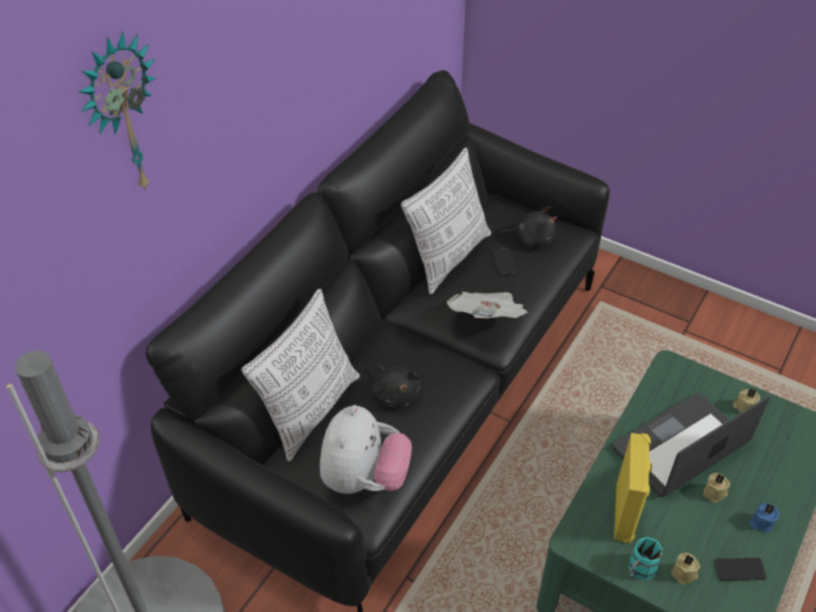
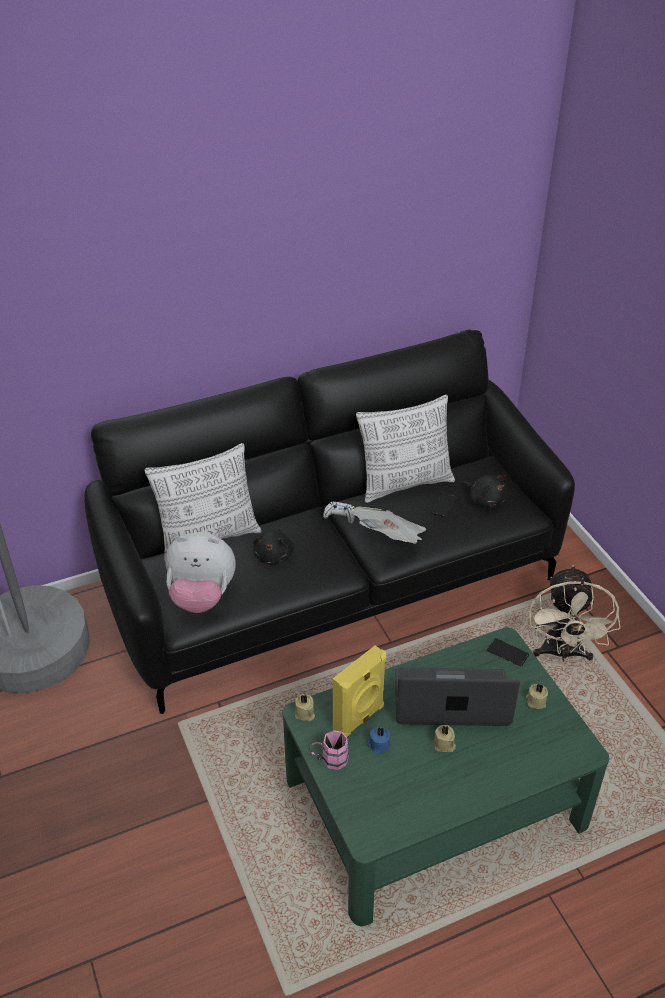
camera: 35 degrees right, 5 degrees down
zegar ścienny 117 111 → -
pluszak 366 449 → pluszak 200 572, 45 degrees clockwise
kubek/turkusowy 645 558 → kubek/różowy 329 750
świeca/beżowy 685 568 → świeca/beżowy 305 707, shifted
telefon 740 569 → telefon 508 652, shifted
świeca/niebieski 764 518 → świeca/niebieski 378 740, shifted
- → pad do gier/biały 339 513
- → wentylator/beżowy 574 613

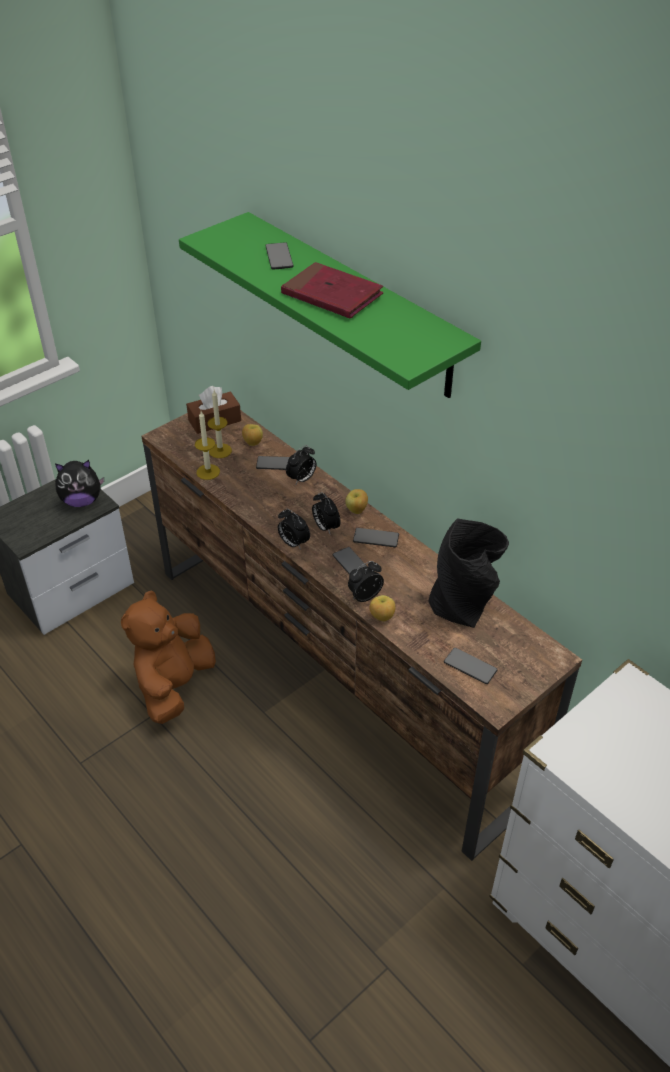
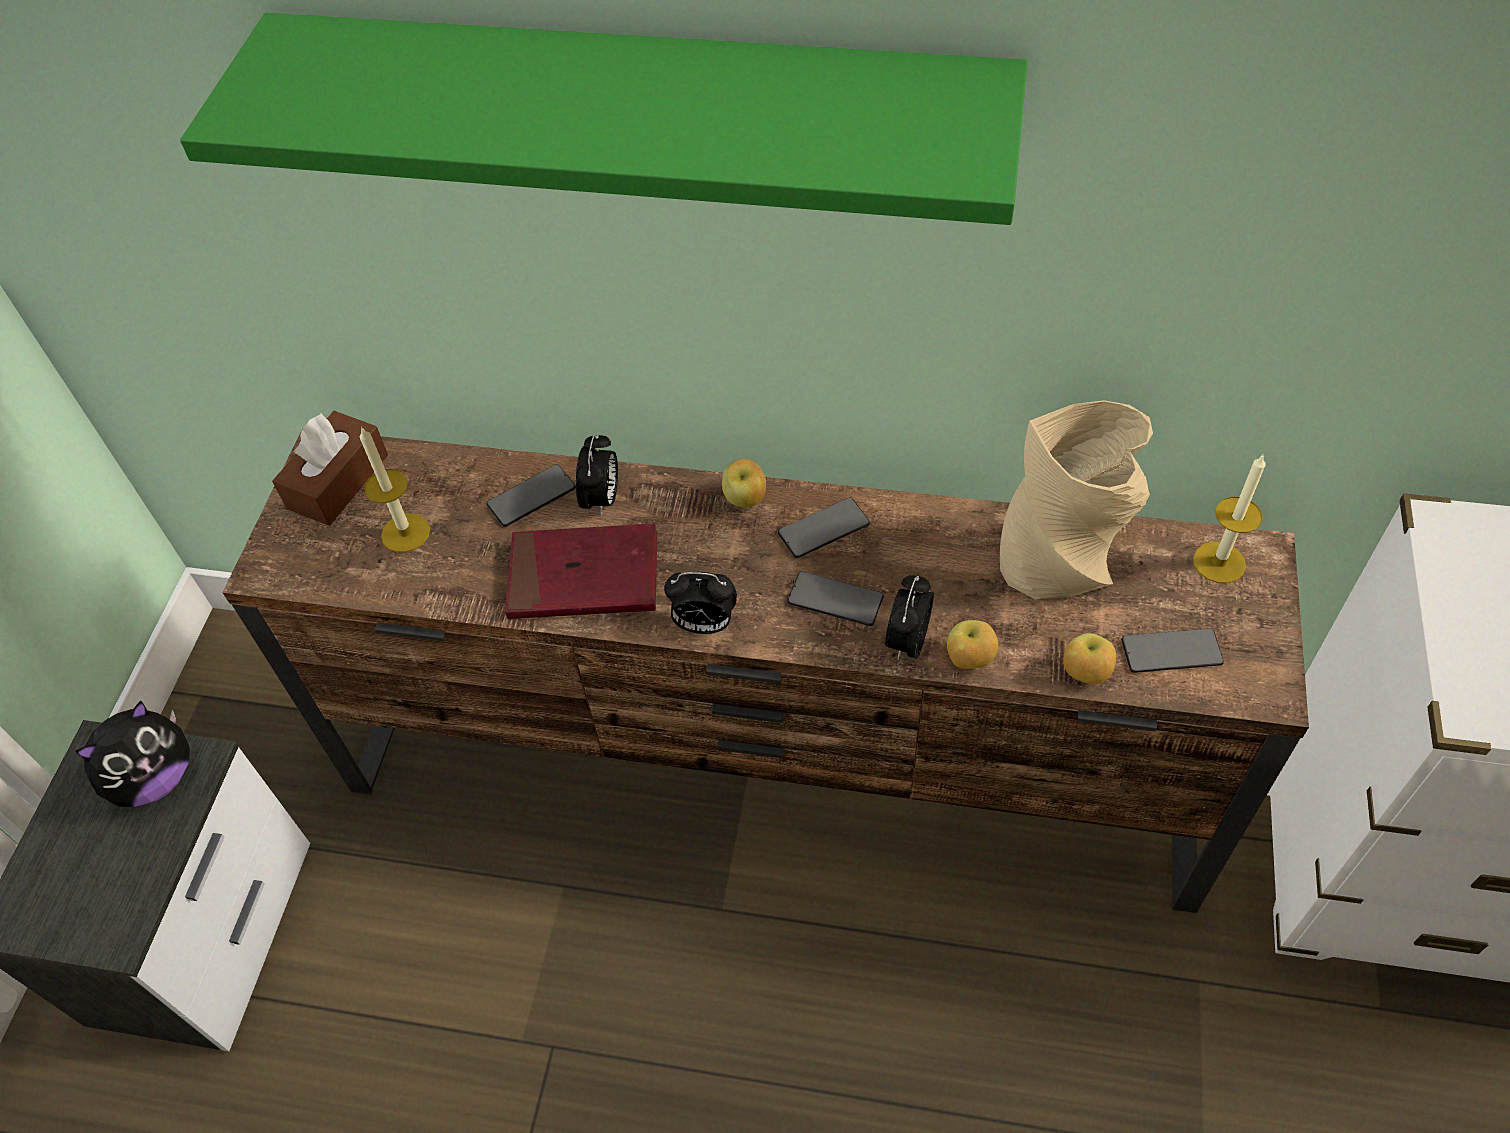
camera: 35 degrees left, 10 degrees up
pluszak/brązowy 168 657 → -
świeca 207 445 → świeca 1229 519, shifted
jabłko 252 435 → jabłko 1090 658, shifted
telefon 279 256 → -
książka/czerwony 332 290 → książka/czerwony 581 571, shifted
budzik 326 513 → -
wazon/czarny 468 573 → wazon/beżowy 1076 500

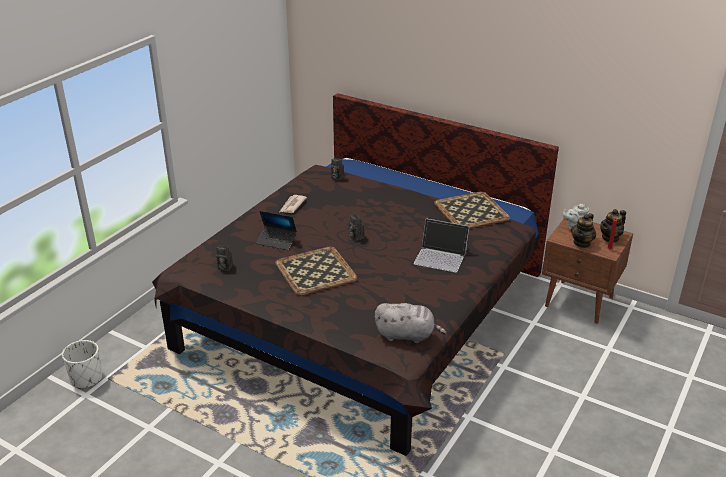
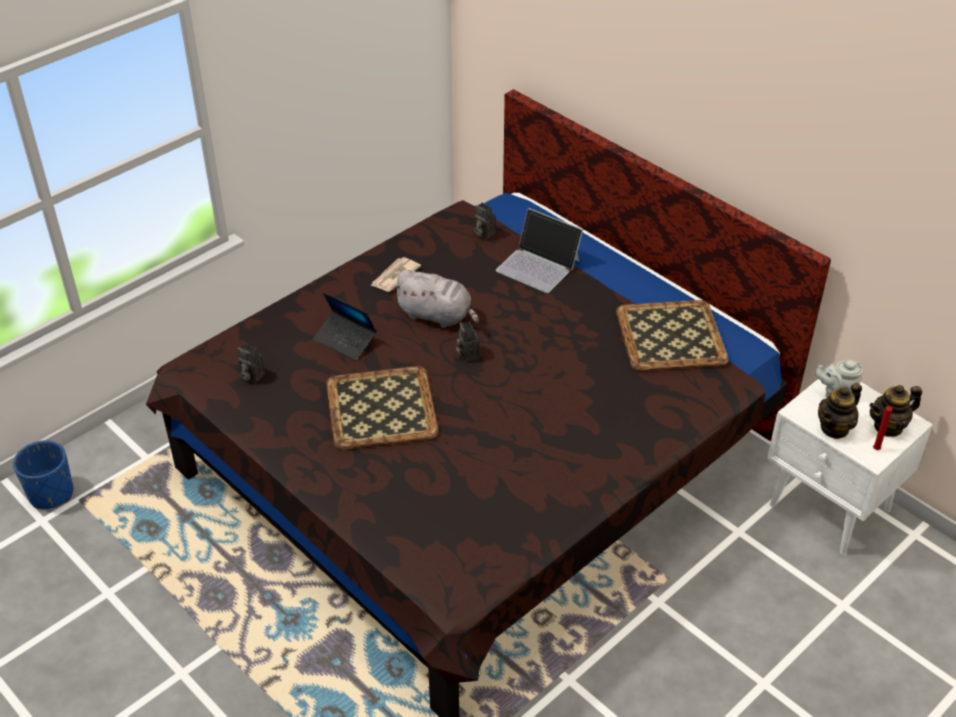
camera: 15 degrees right, 10 degrees up
donica/biały 82 364 → donica/niebieski 43 474
pluszak/szary 411 323 → pluszak/szary 435 299, shifted
laptop 441 245 → laptop 539 250, shifted
szafka nocna/brązowy 587 271 → szafka nocna/biały 850 467

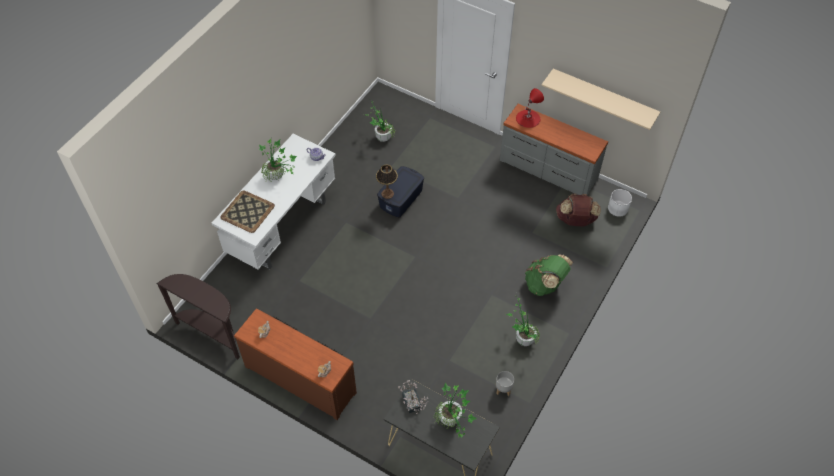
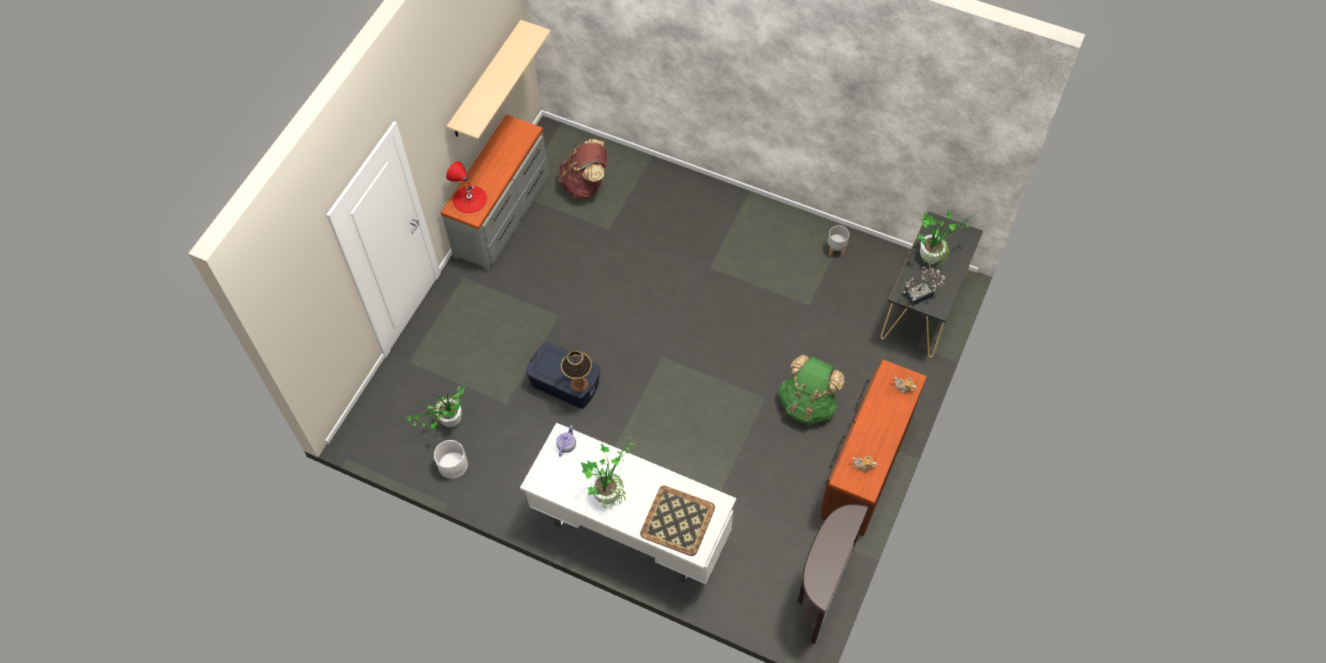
camera: 95 degrees left, 5 degrees up
roślina doniczkowa 523 320 → -
plecak/zielony 549 275 → plecak/zielony 811 390, shifted
donica/biały 620 203 → donica/biały 451 459, shifted

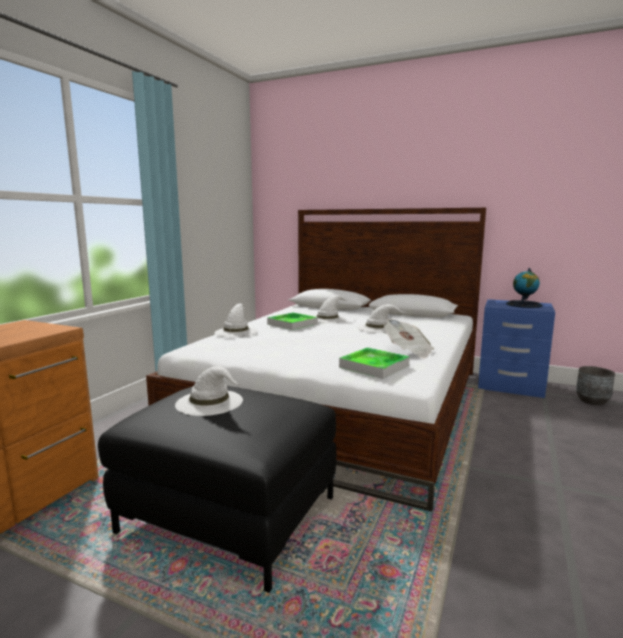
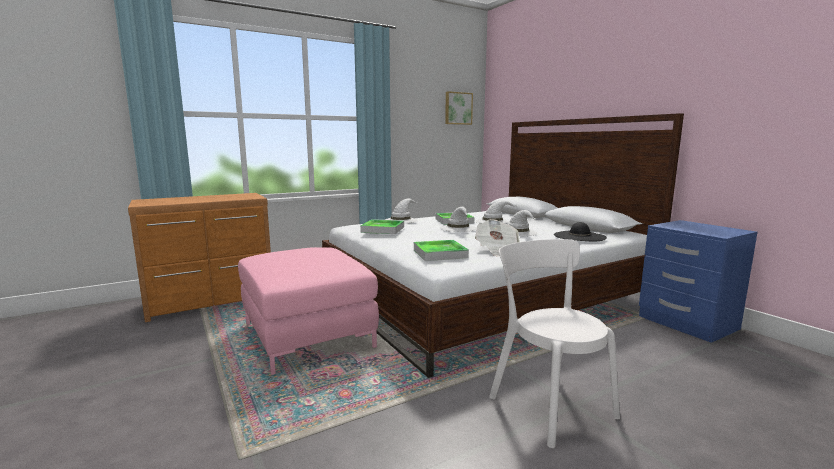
camera: 35 degrees right, 0 degrees up
pufa/czarny 217 489 → pufa/różowy 308 311
kapelusz/biały 209 391 → kapelusz/biały 458 219, shifted
globus 524 288 → -
donica/szary 595 385 → -
- → taca 382 226
- → obraz 459 108
- → krzesło/biały 554 343
- → kapelusz/czarny 580 231

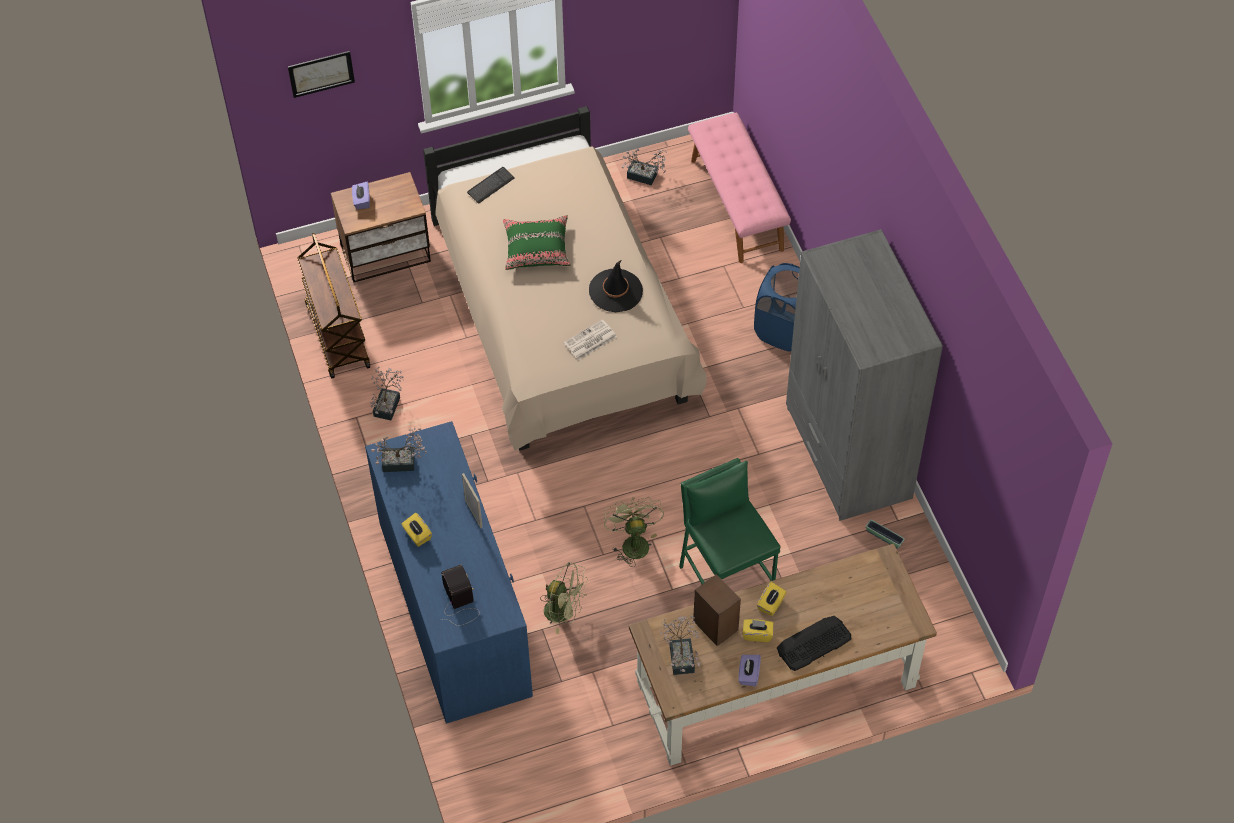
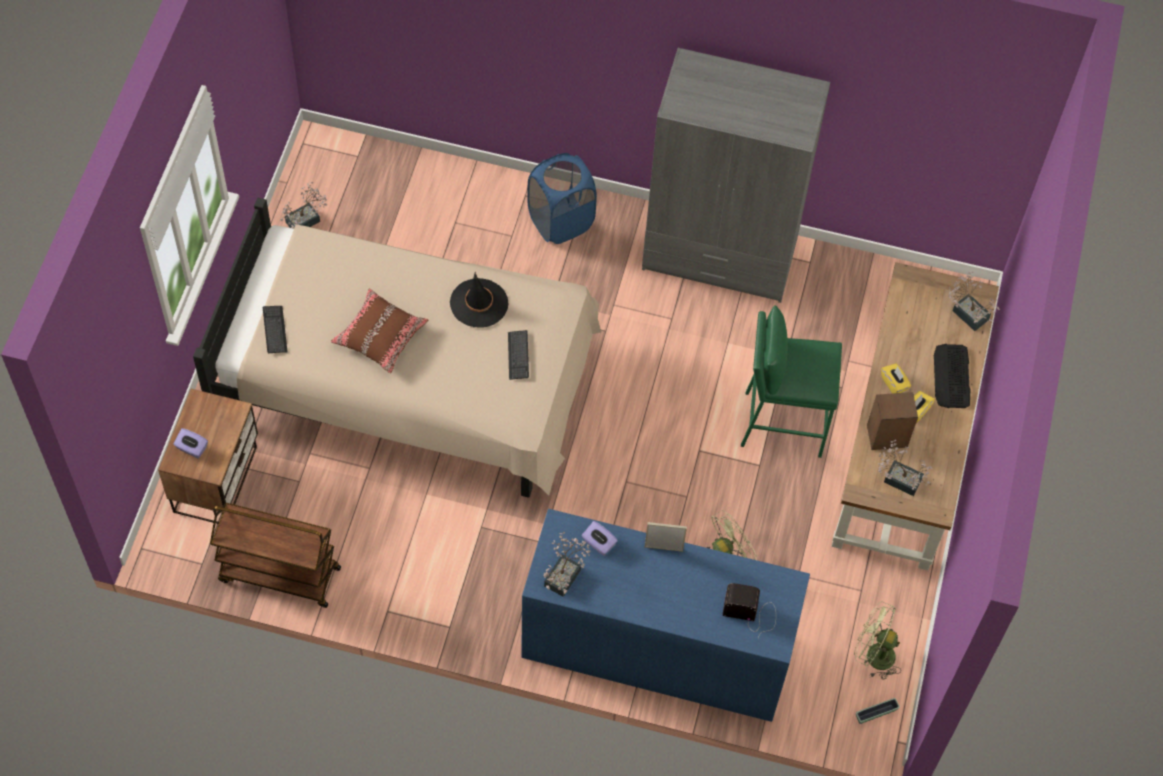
camera: 60 degrees left, 5 degrees up
obraz 321 74 → -
roślina doniczkowa 387 393 → roślina doniczkowa 974 301, shifted
pudełko chusteczek/żółty 417 530 → -
poduszka/zielony 537 242 → poduszka/brązowy 380 330
gazeta 590 340 → klawiatura 518 355
wentylator/zielony 634 532 → wentylator/zielony 877 641, shifted
ławka/różowy 739 187 → -
pudełko chusteczek/fioletowy 749 670 → pudełko chusteczek/fioletowy 600 538, shifted
donica 885 534 → donica 878 711, shifted

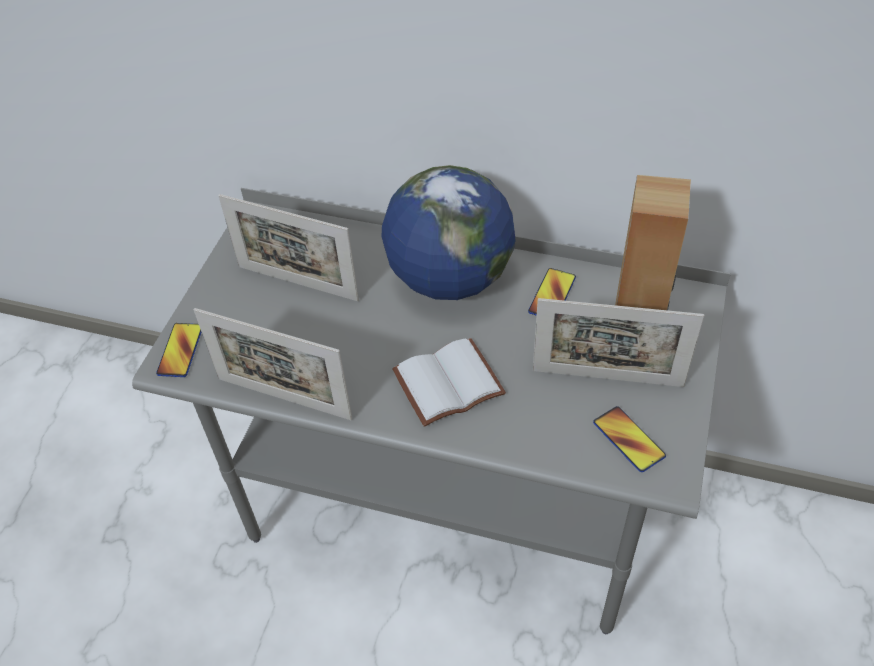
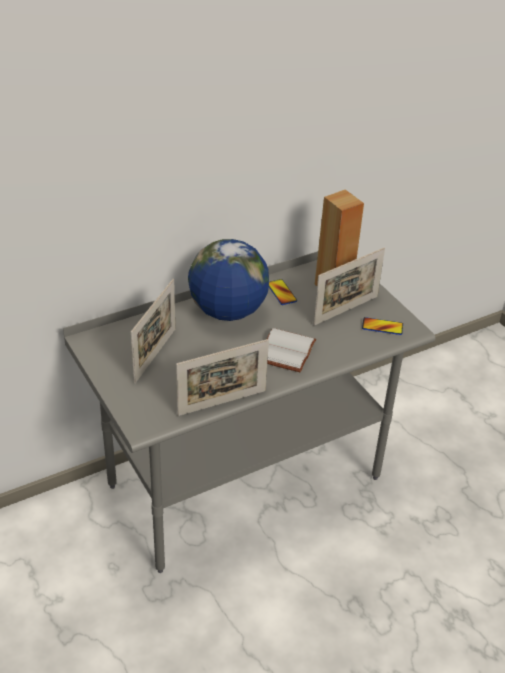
camera: 50 degrees left, 10 degrees down
telefon 178 350 → -
ramka na zdjęcie 288 247 → ramka na zdjęcie 153 331, 45 degrees counterclockwise

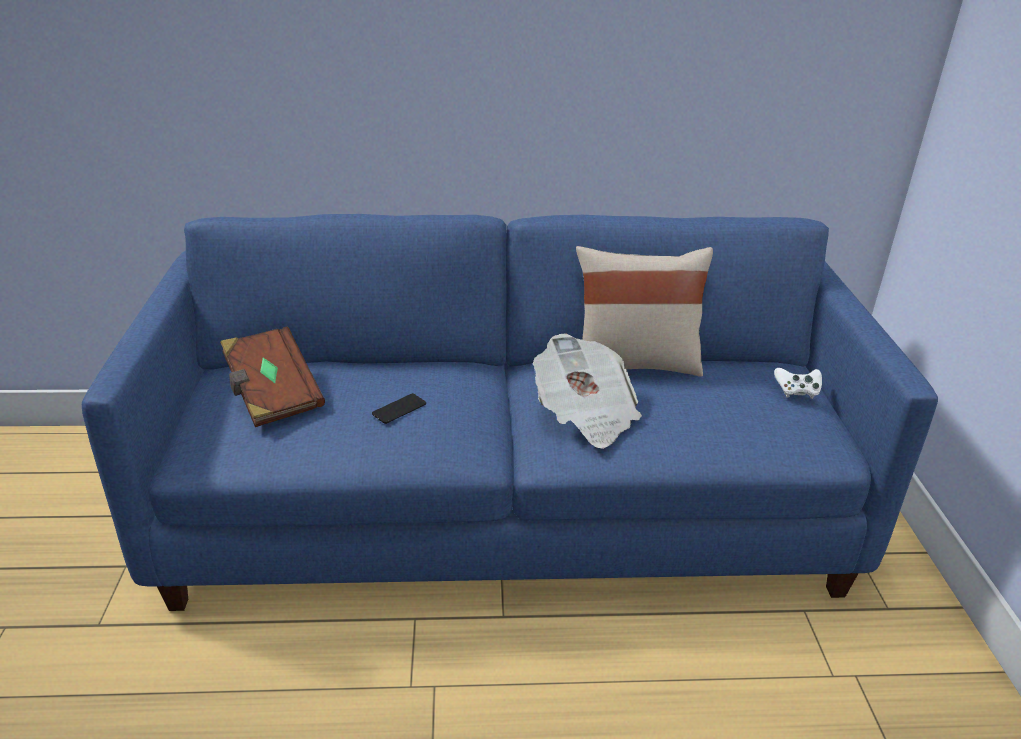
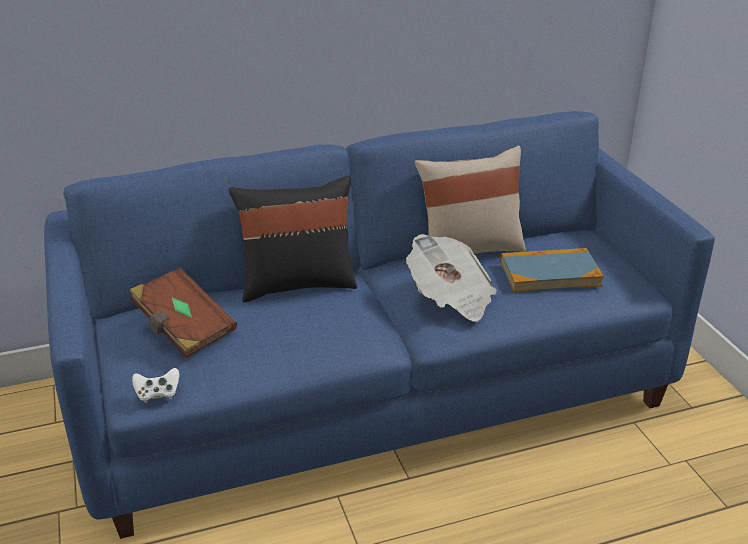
camera: 15 degrees left, 0 degrees up
telefon 399 408 → -
pad do gier/biały 798 383 → pad do gier/biały 155 385, shifted
- → poduszka/czarny 293 239
- → książka 552 270

